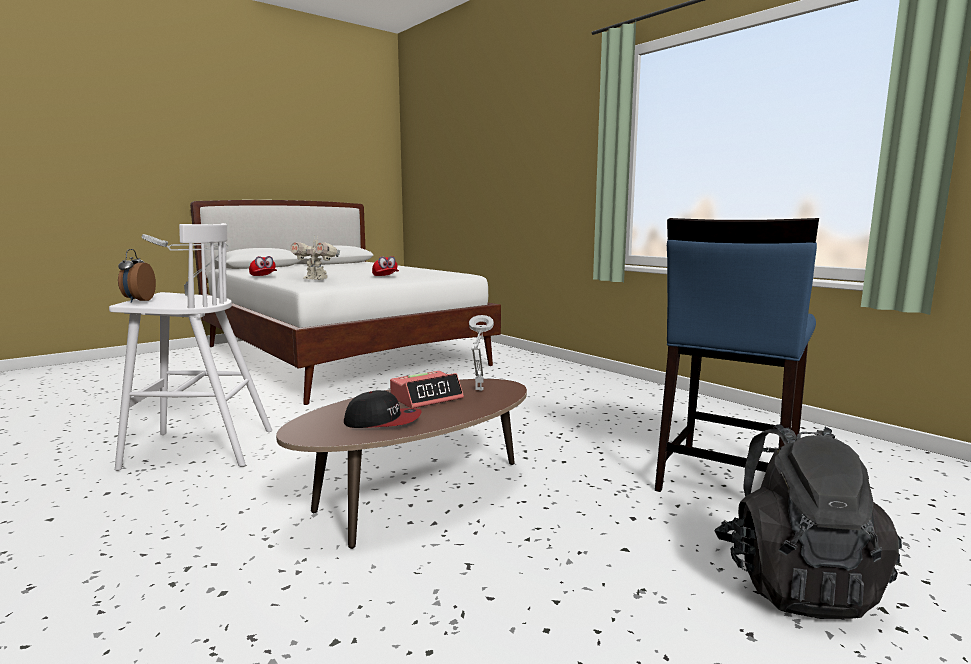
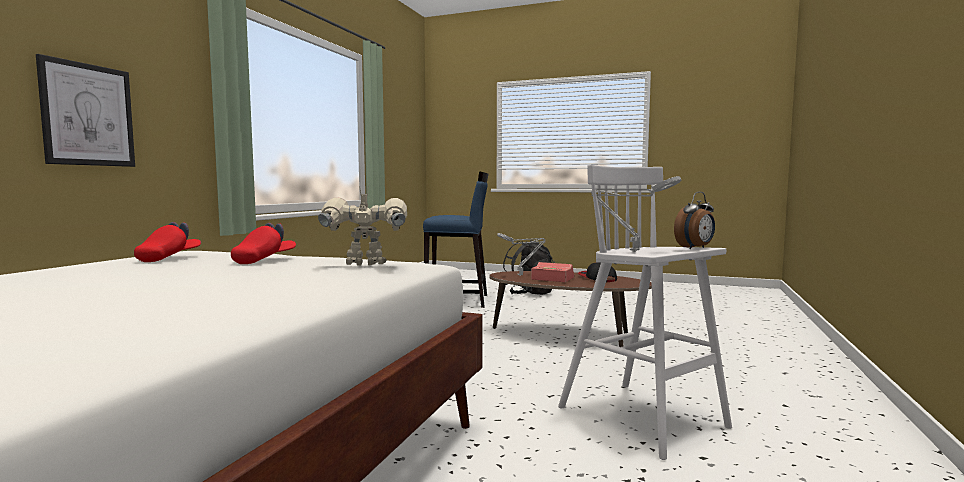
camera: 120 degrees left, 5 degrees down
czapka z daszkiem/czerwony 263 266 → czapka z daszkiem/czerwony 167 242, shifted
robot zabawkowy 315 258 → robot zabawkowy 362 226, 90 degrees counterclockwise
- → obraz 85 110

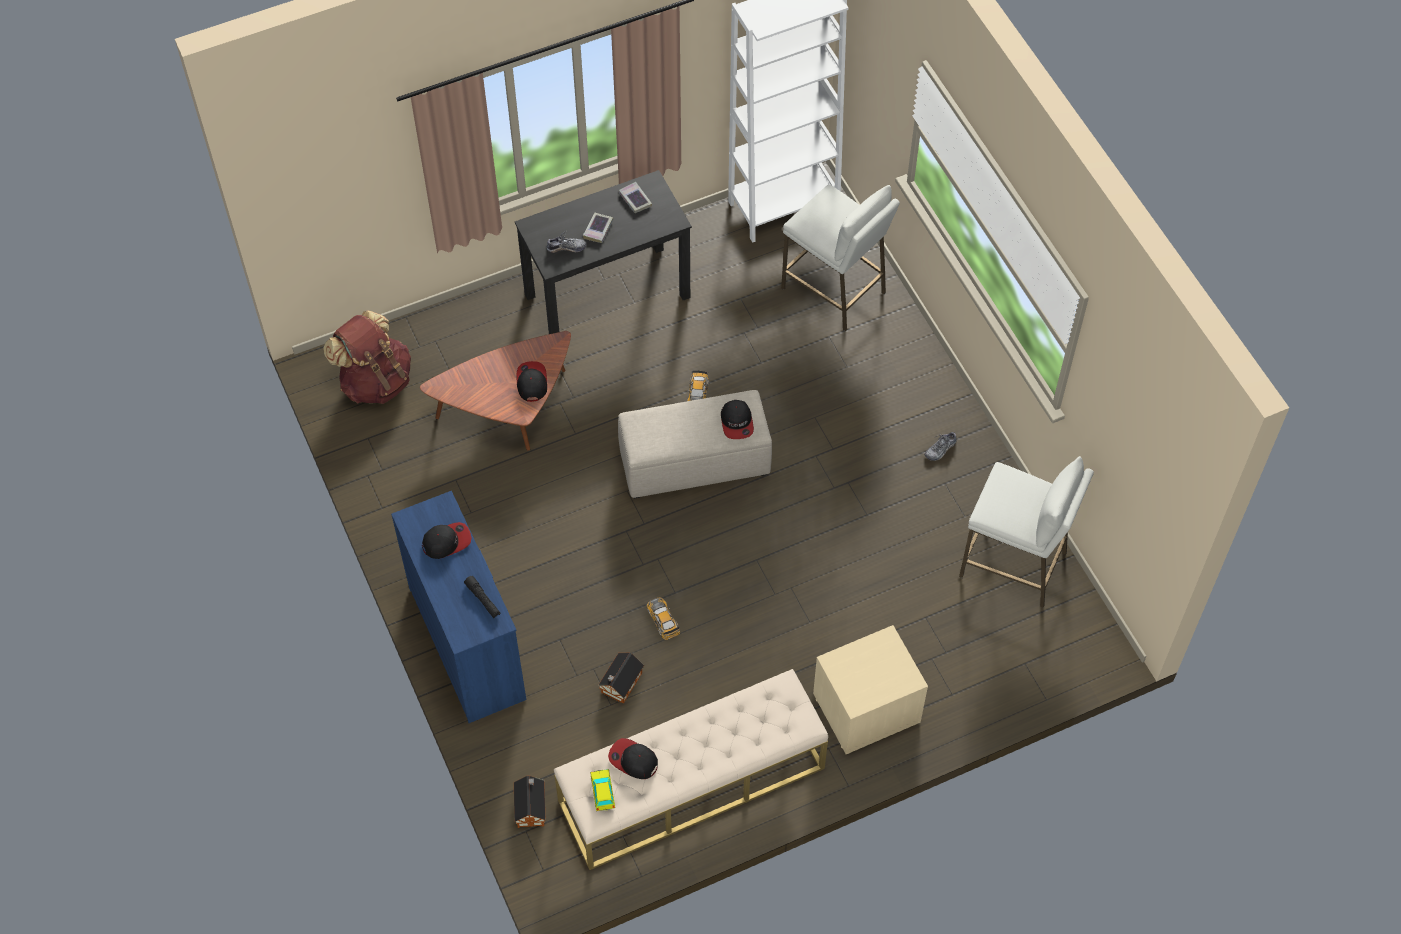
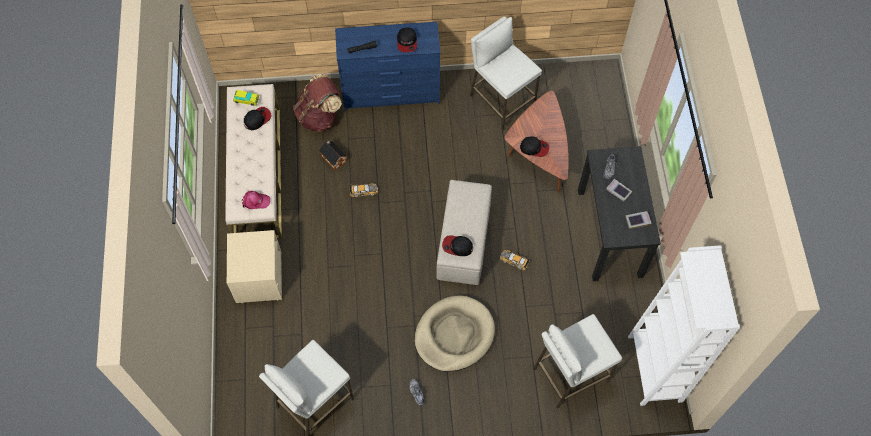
camera: 110 degrees right, 5 degrees up
plecak/brązowy 367 357 → plecak/brązowy 317 103, shifted
domek 530 802 → -
- → czapka z daszkiem/różowy 256 200
- → legowisko/beżowy 455 333
- → stołek/biały 505 73

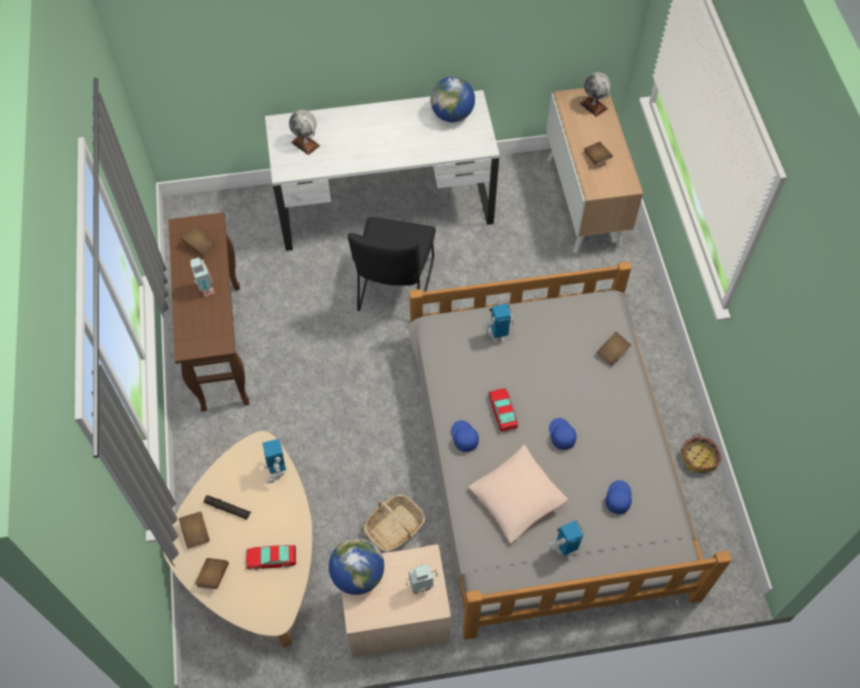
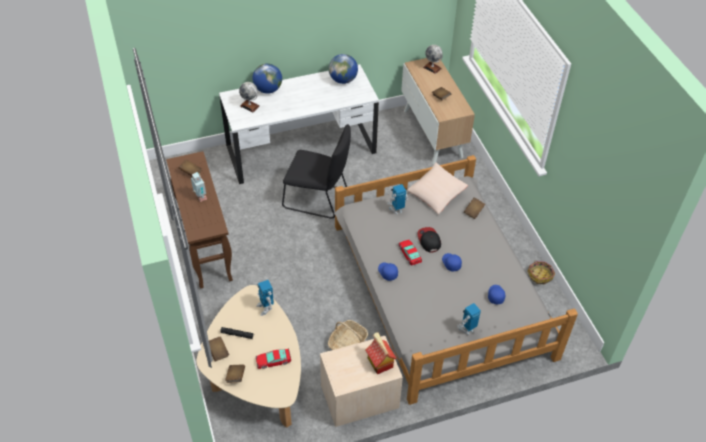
camera: 10 degrees left, 10 degrees down
globus 356 566 → globus 267 78, shifted
krzesło/czarny 392 264 → krzesło/czarny 316 171, 75 degrees counterclockwise
robot zabawkowy 422 579 → domek 381 353
poduszka/beżowy 518 494 → poduszka/beżowy 437 188, shifted
- → czapka z daszkiem 429 240

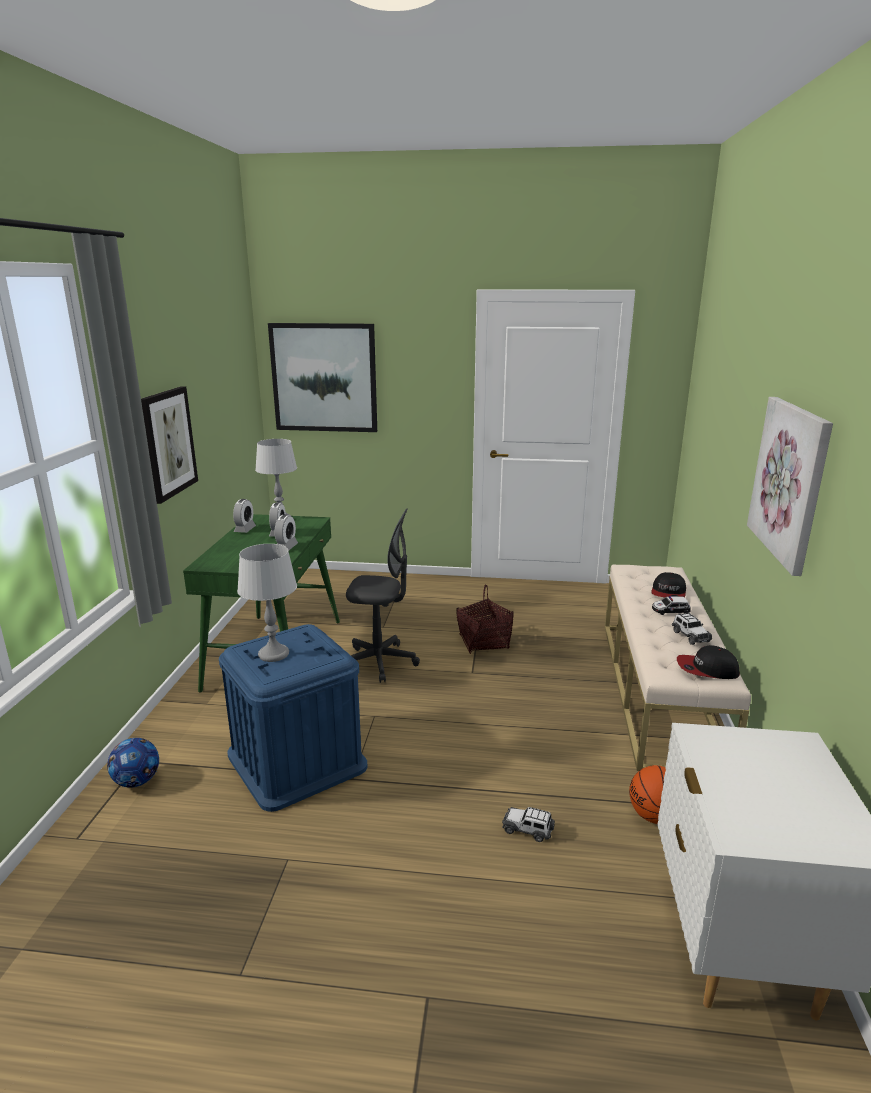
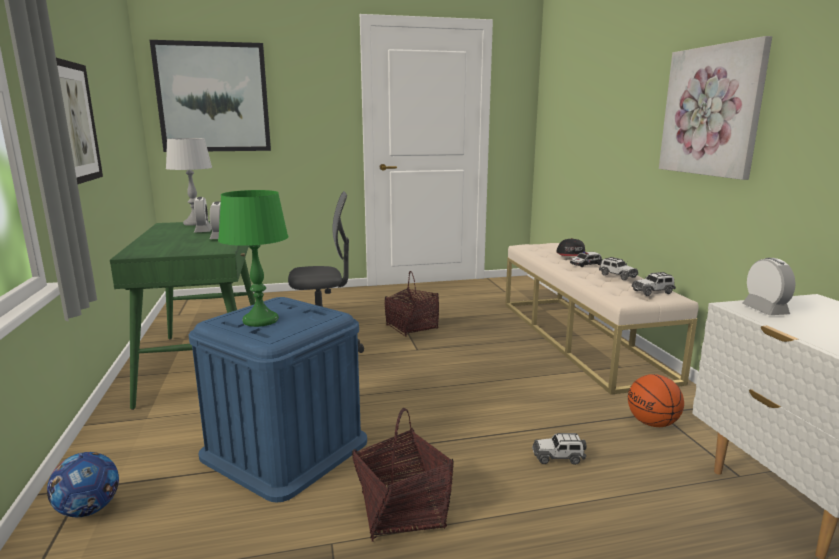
camera: 20 degrees left, 5 degrees down
budzik 244 516 → budzik 769 286, shifted
lampa stołowa/szary 267 603 → lampa stołowa/zielony 253 258
czapka z daszkiem 708 662 → samochodzik 654 284
- → koszyk 403 475

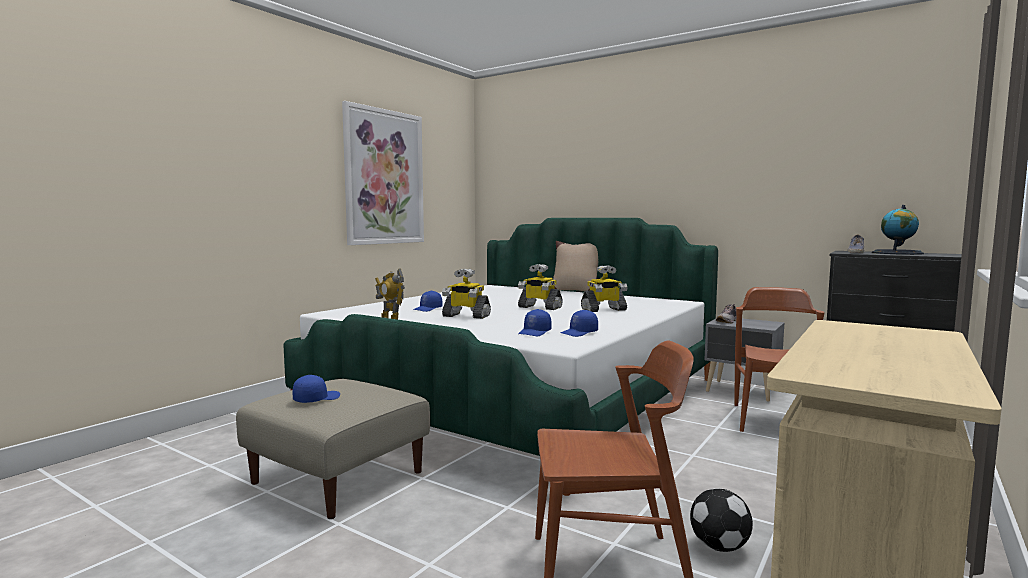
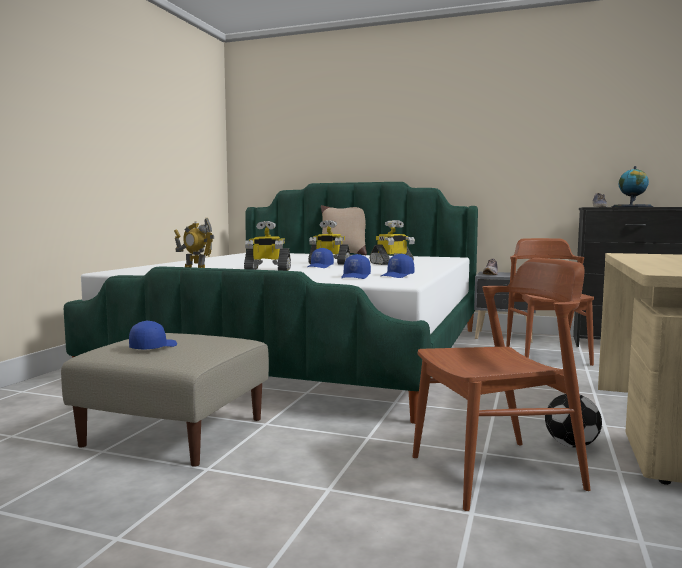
camera: 15 degrees left, 0 degrees up
obraz 383 173 → -
czapka z daszkiem/niebieski 427 301 → czapka z daszkiem/niebieski 321 258, shifted

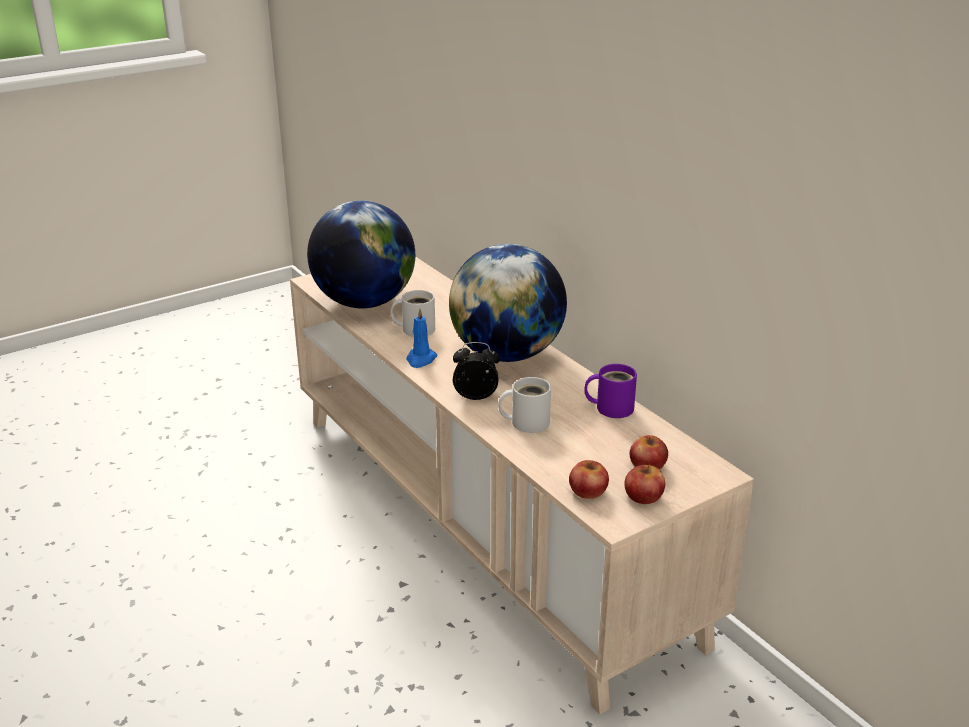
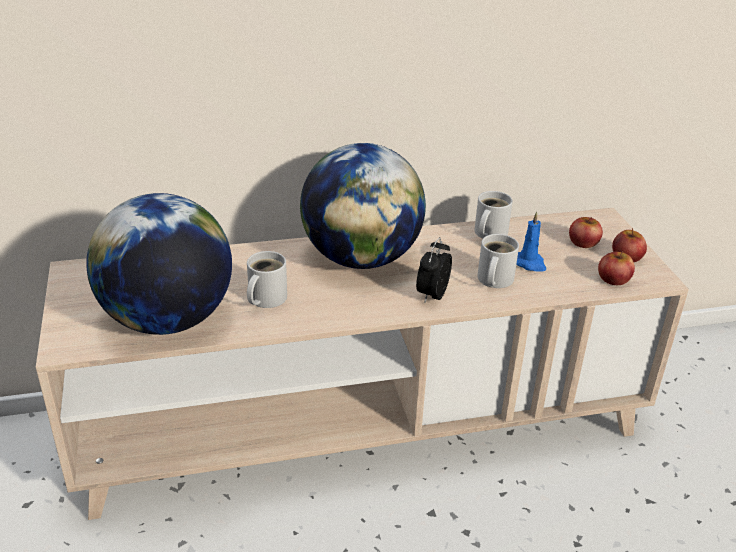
camera: 70 degrees left, 5 degrees up
świeca/niebieski 421 338 → świeca/niebieski 531 242, shifted
kubek/fioletowy 610 391 → kubek/biały 493 215

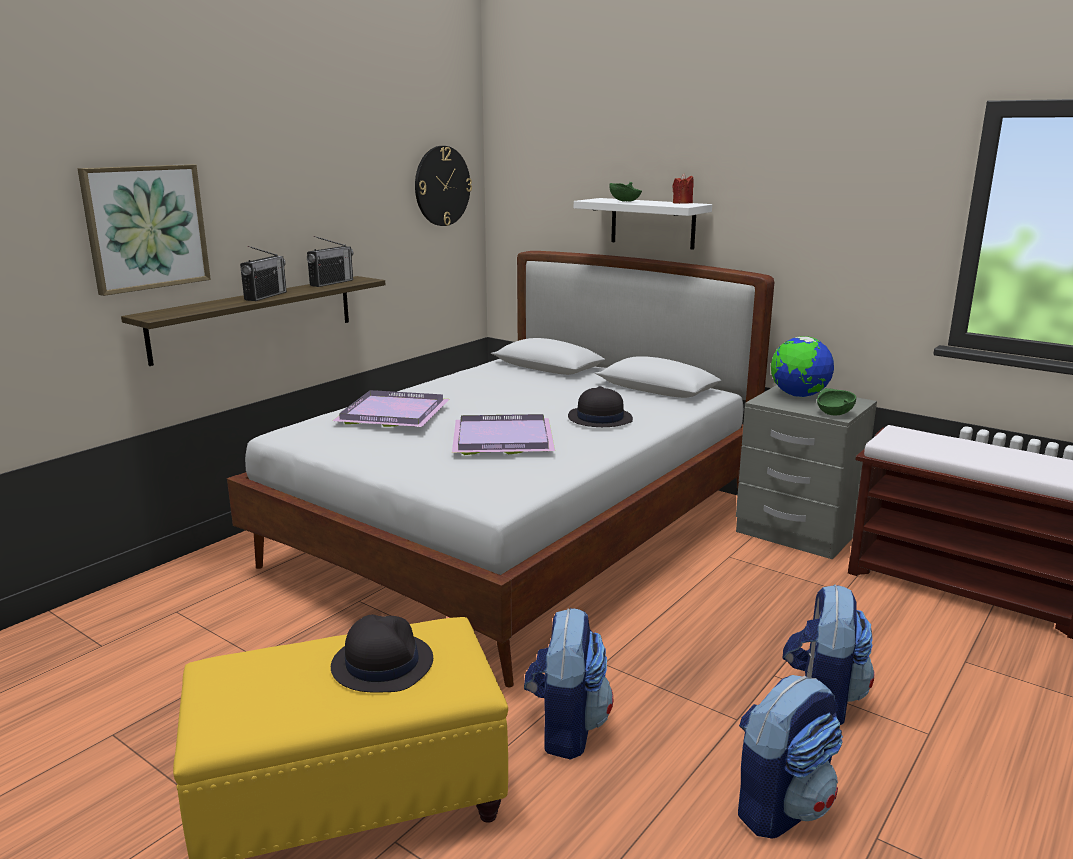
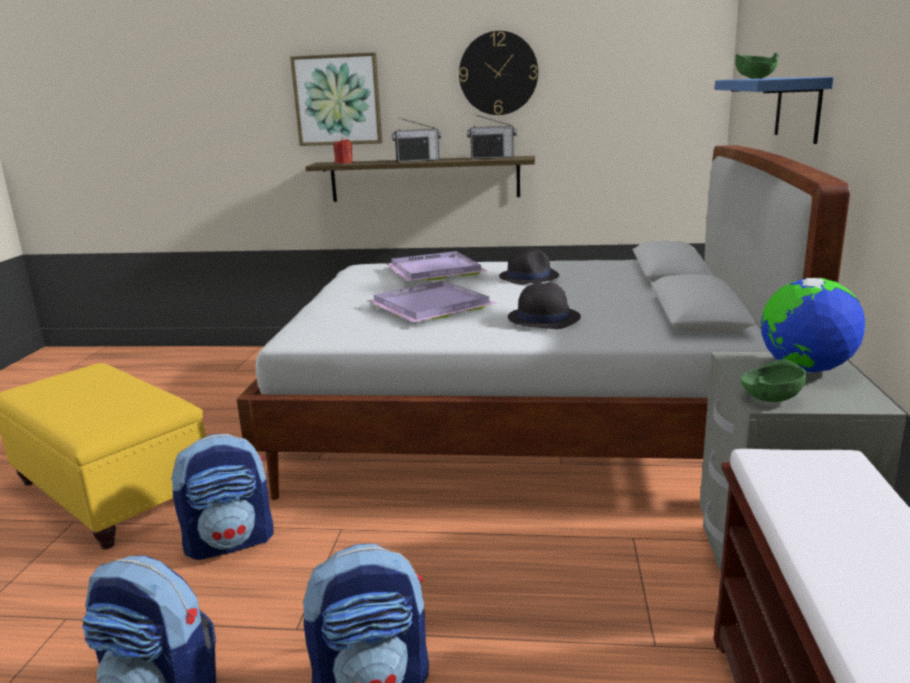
camera: 60 degrees right, 0 degrees up
kapelusz/czarny 382 653 → kapelusz/czarny 529 265, shifted
zegar ścienny 443 186 → zegar ścienny 498 73, shifted
półka/biały 643 224 → półka/niebieski 774 110
świeca/czerwony 683 189 → świeca/czerwony 343 150, shifted

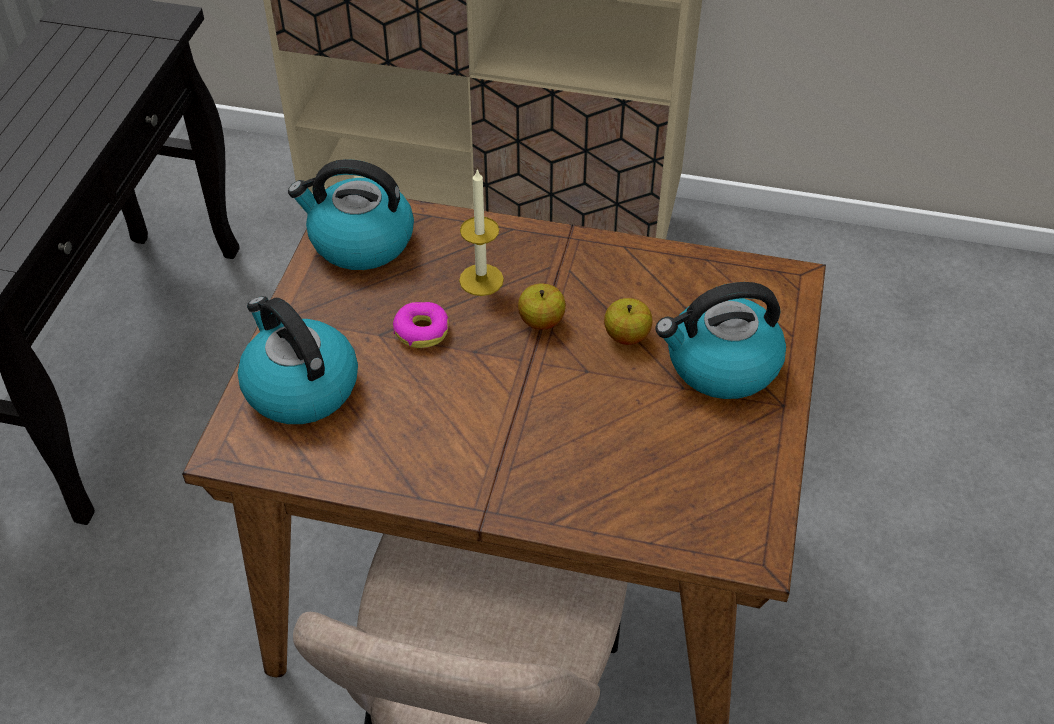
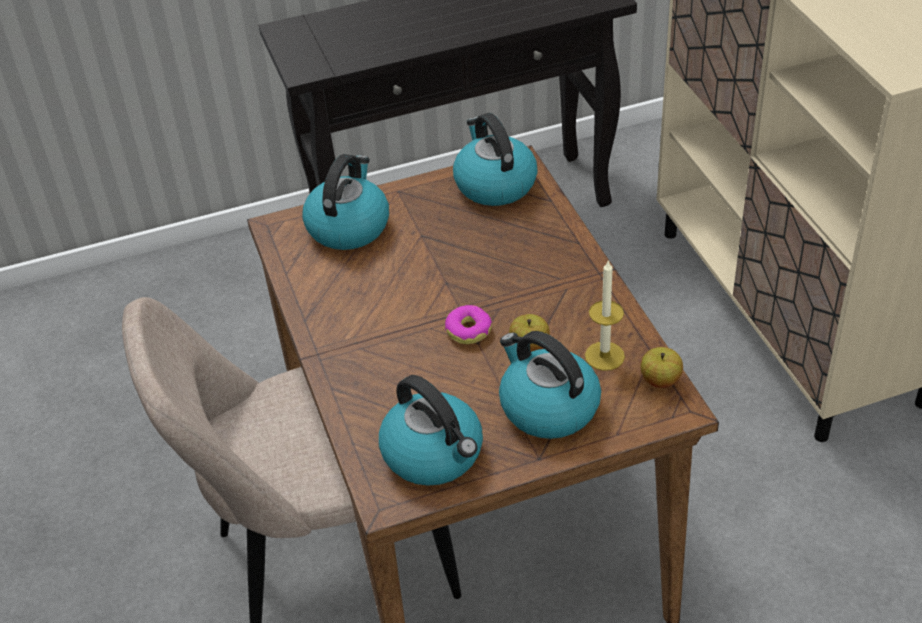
camera: 60 degrees right, 5 degrees down
donut 421 325 → donut 468 324, shifted
świeca 481 232 → świeca 605 315, shifted
jabłko 542 306 → jabłko 661 367, shifted
- → czajnik 431 430

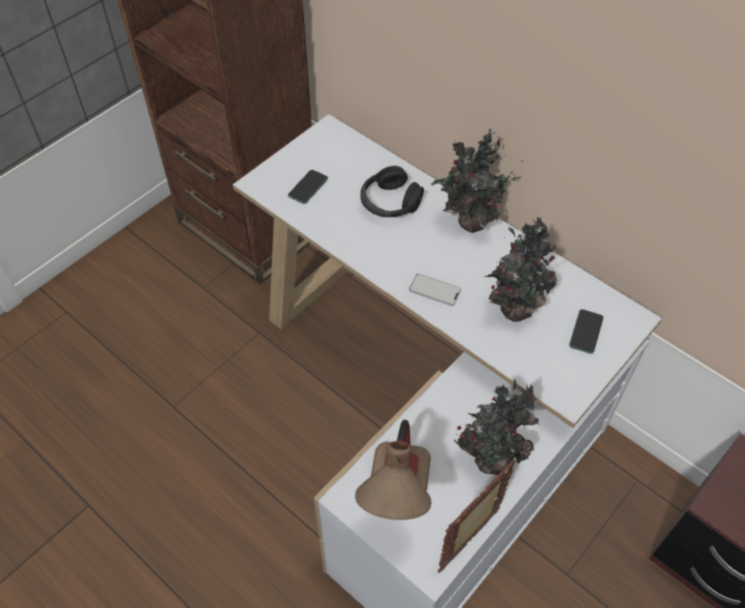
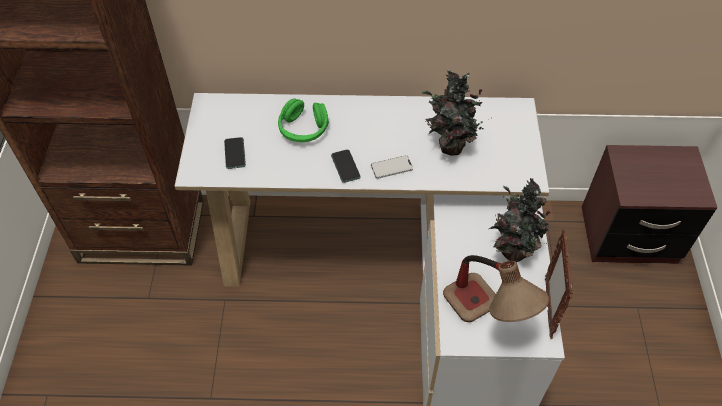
camera: 40 degrees left, 0 degrees up
słuchawki/czarny 392 191 → słuchawki/zielony 303 120
roślina doniczkowa 476 180 → -
telefon 586 331 → telefon 346 166, shifted

